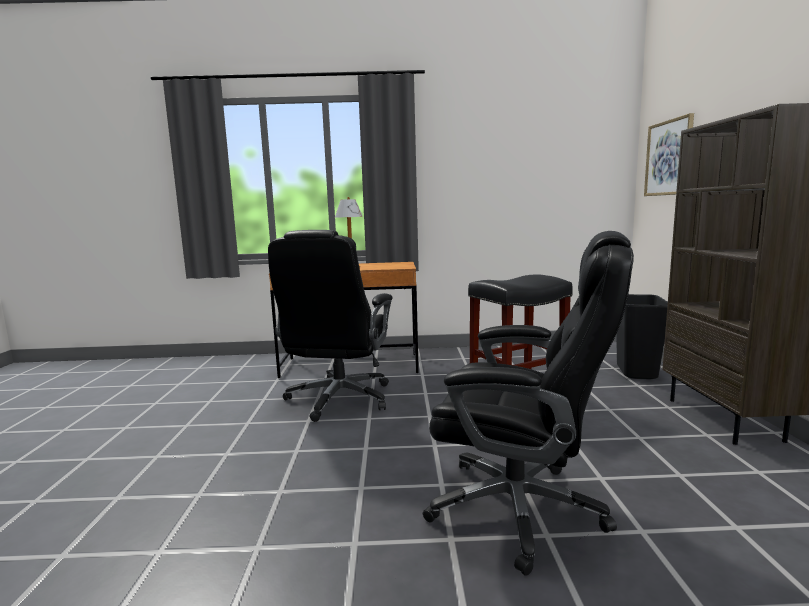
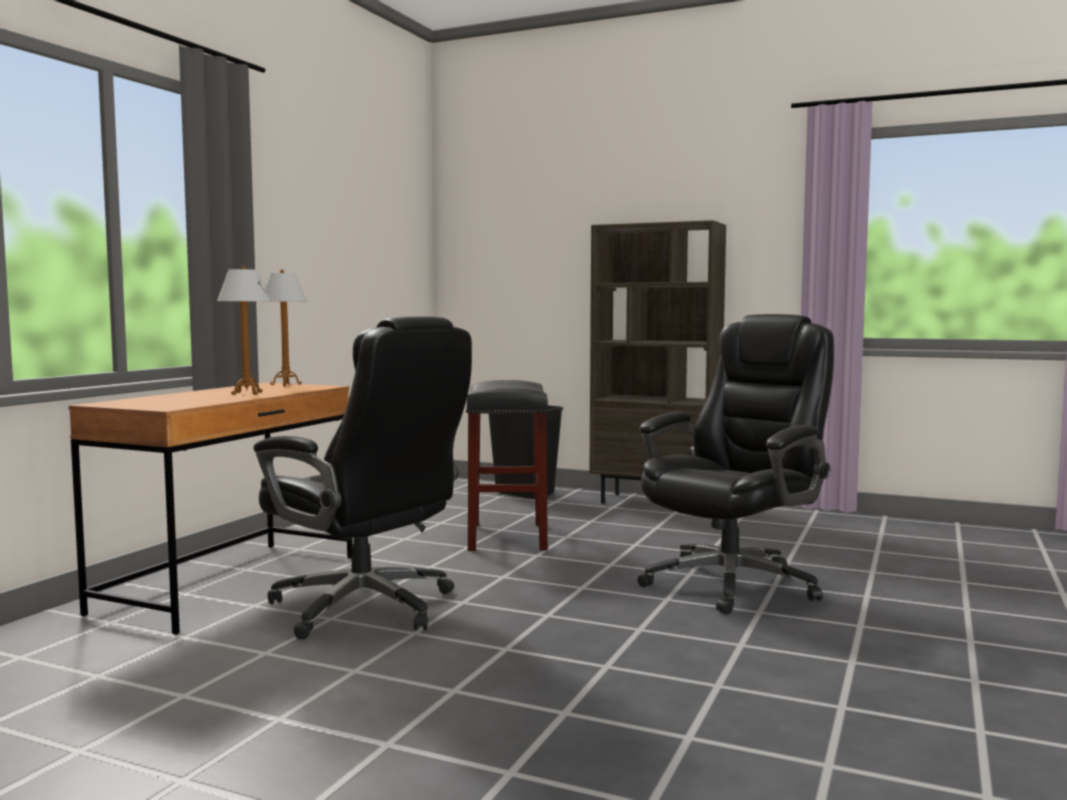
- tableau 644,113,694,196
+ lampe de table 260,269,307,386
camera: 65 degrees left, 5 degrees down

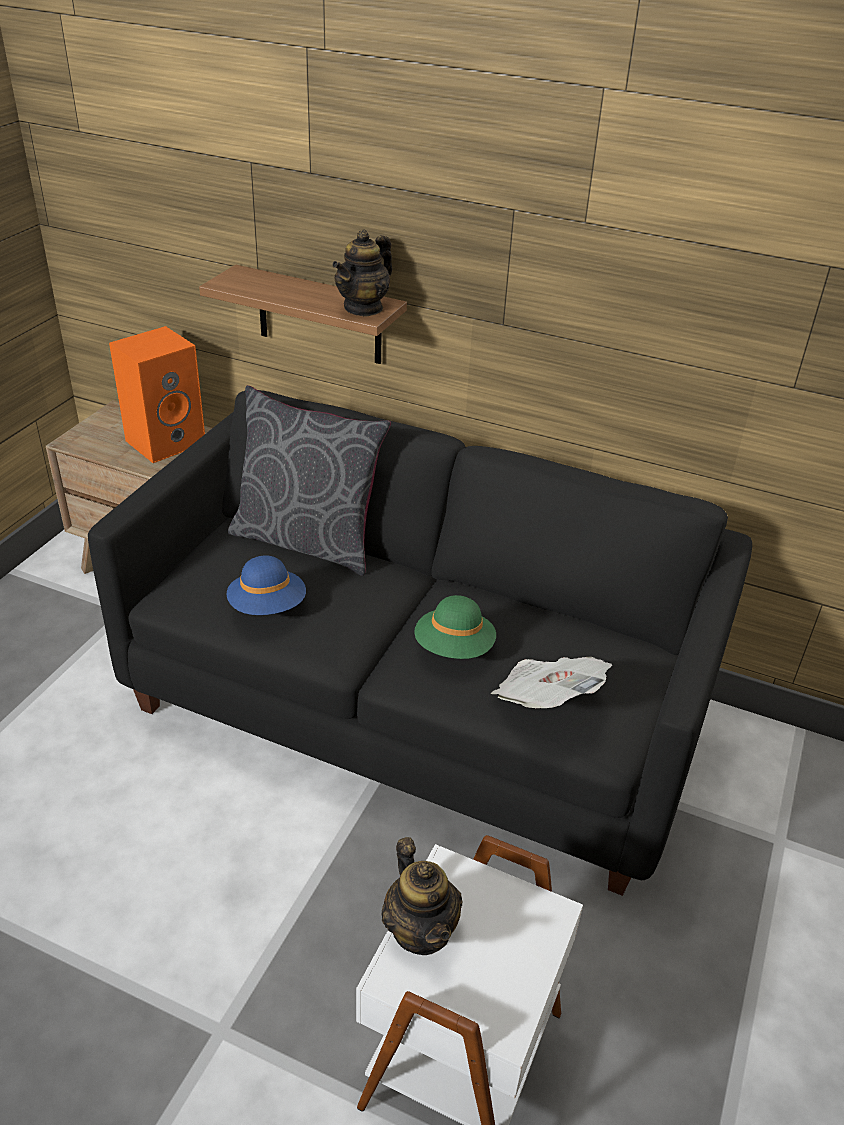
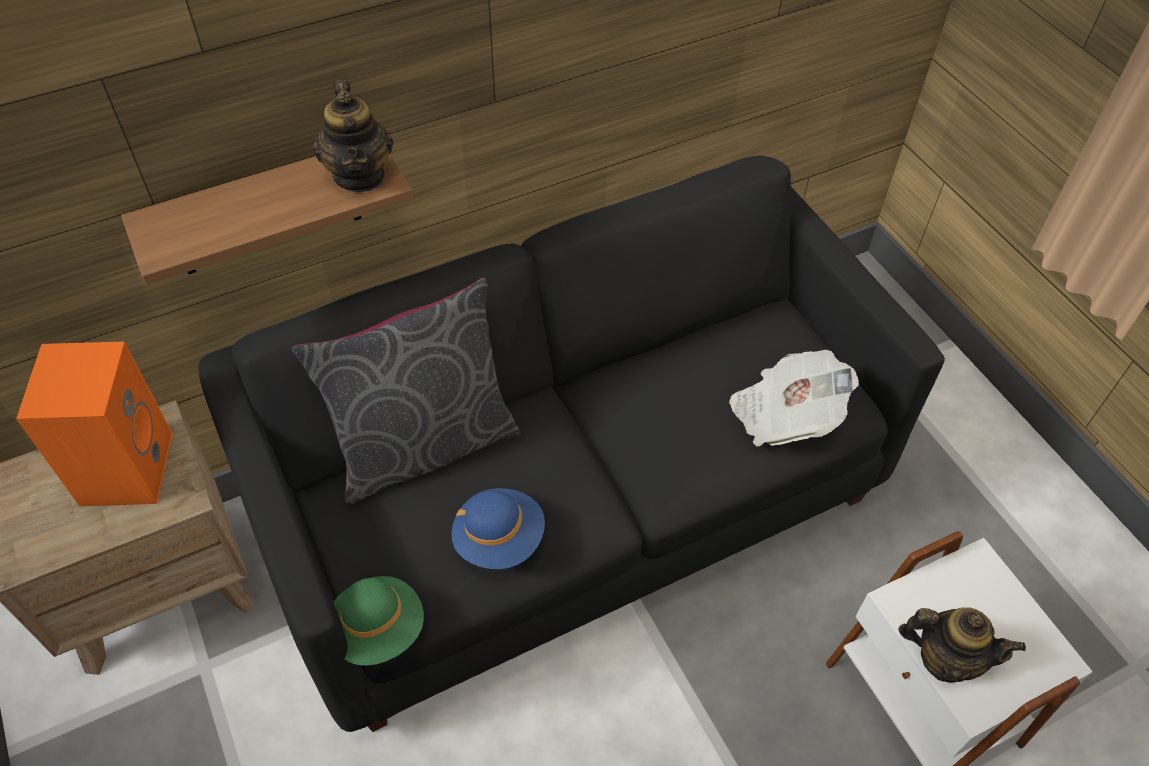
~ chapeau [vert] 414,595,496,659 to 333,576,424,666
camera: 50 degrees left, 15 degrees up

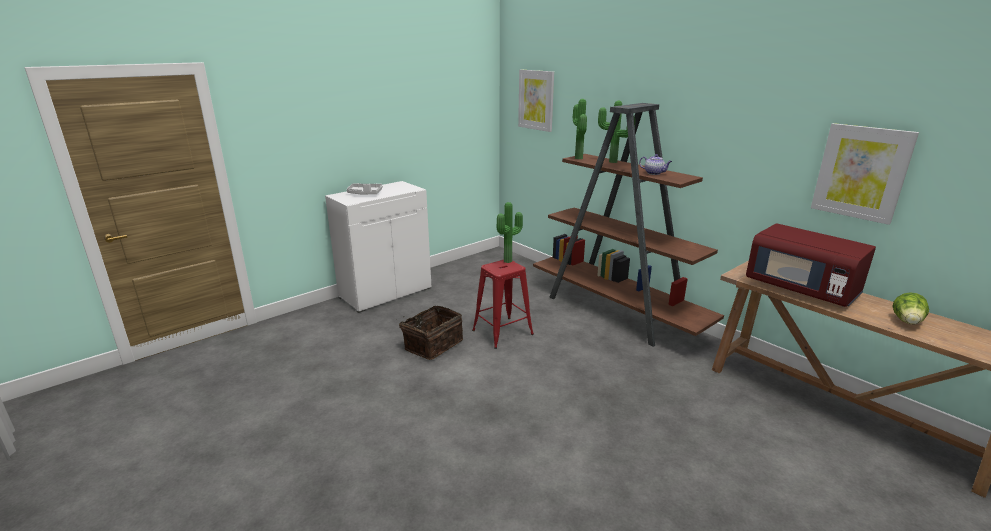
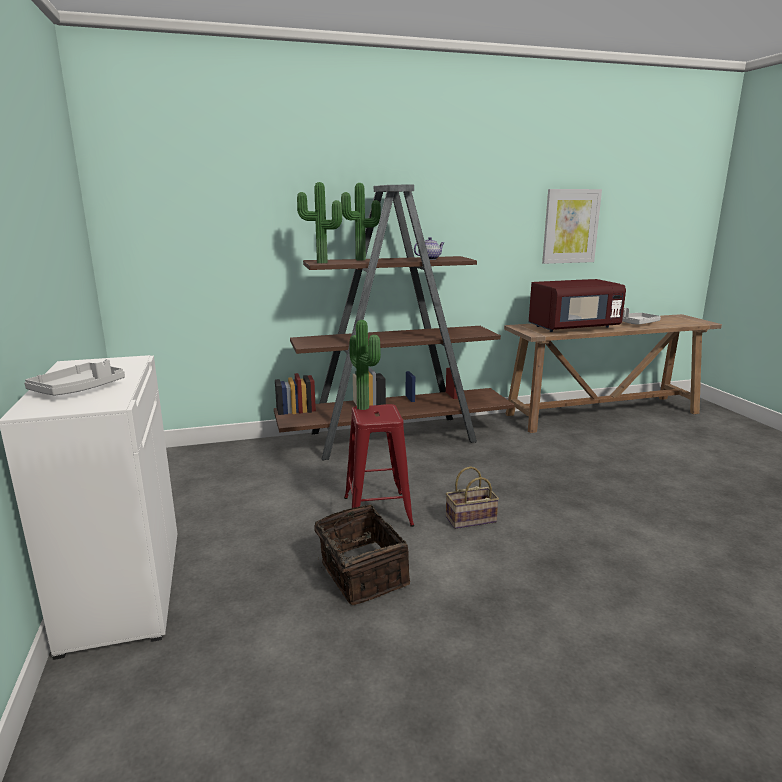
- tableau 518,69,554,132
+ panier 446,466,499,529
~ laitue 892,292,929,325 to plateau [gris] 622,308,661,325
camera: 65 degrees left, 5 degrees down

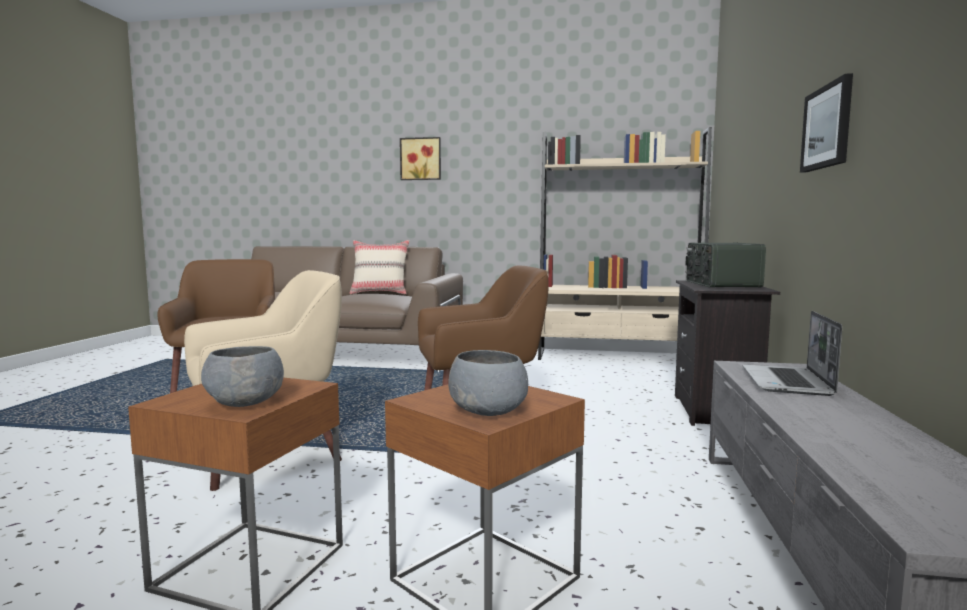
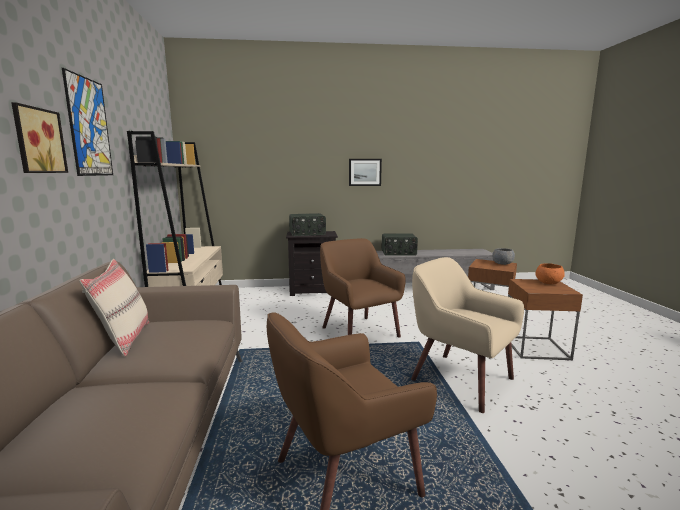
+ tableau 62,68,113,176
~ ordinateur portable 742,311,842,396 to radio 382,233,418,256
~ bol [gris] 201,346,284,407 to bol [orange] 536,263,565,284
camera: 105 degrees left, 5 degrees up

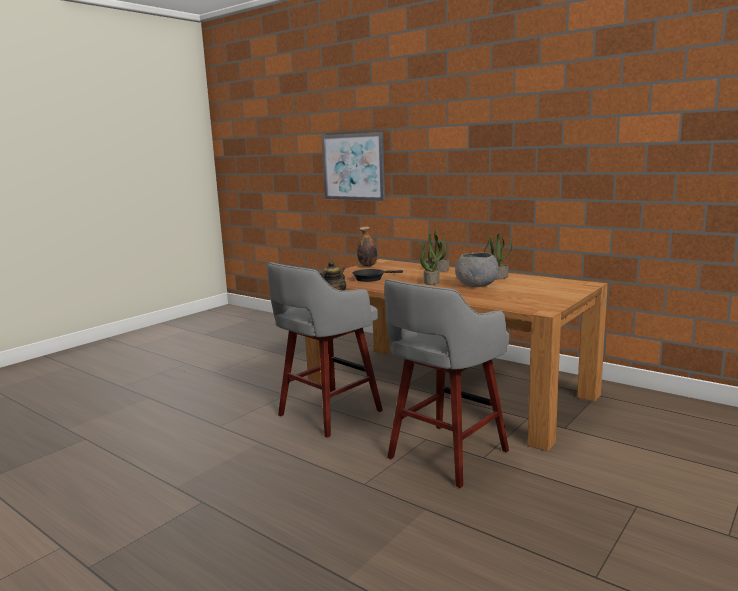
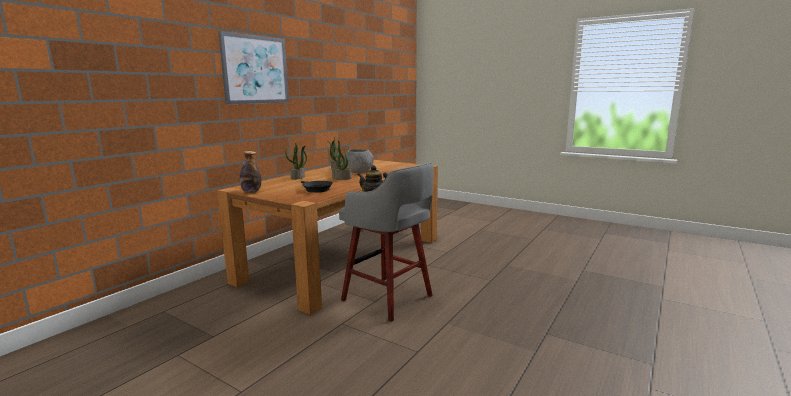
- tabouret [gris] 384,279,509,488
~ tableau 322,132,385,201 to 218,31,289,105
camera: 95 degrees left, 0 degrees up

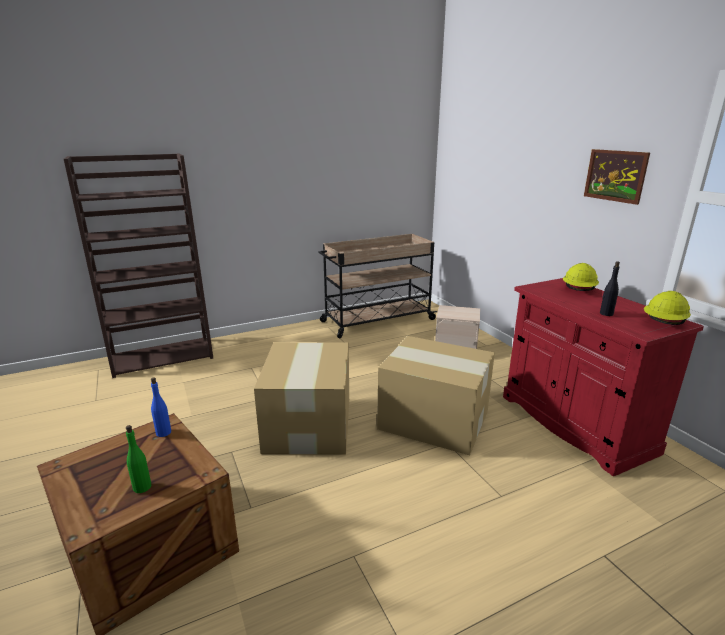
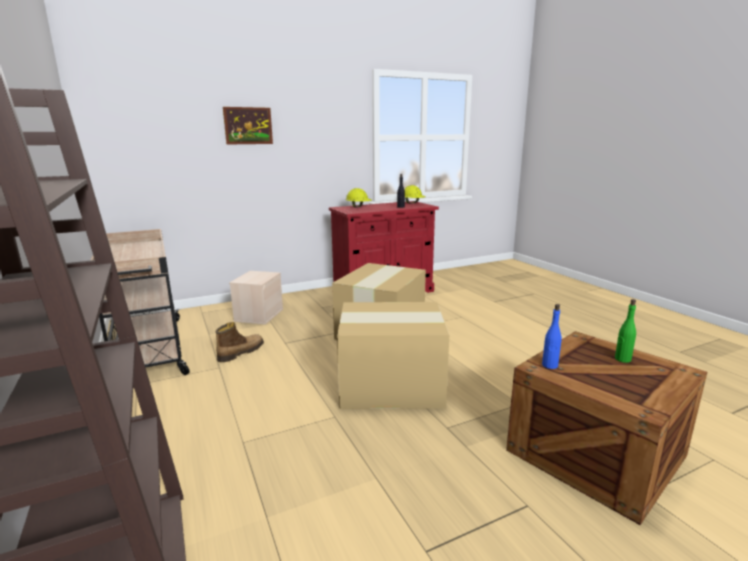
+ botte 216,322,264,362
~ tableau 584,149,650,205 to 223,107,273,145
camera: 90 degrees left, 5 degrees down

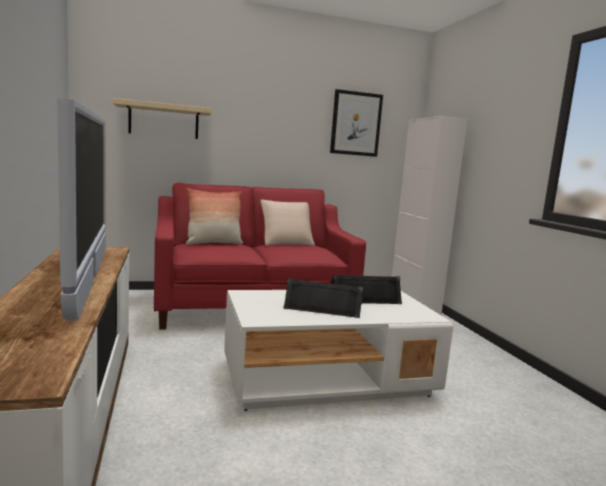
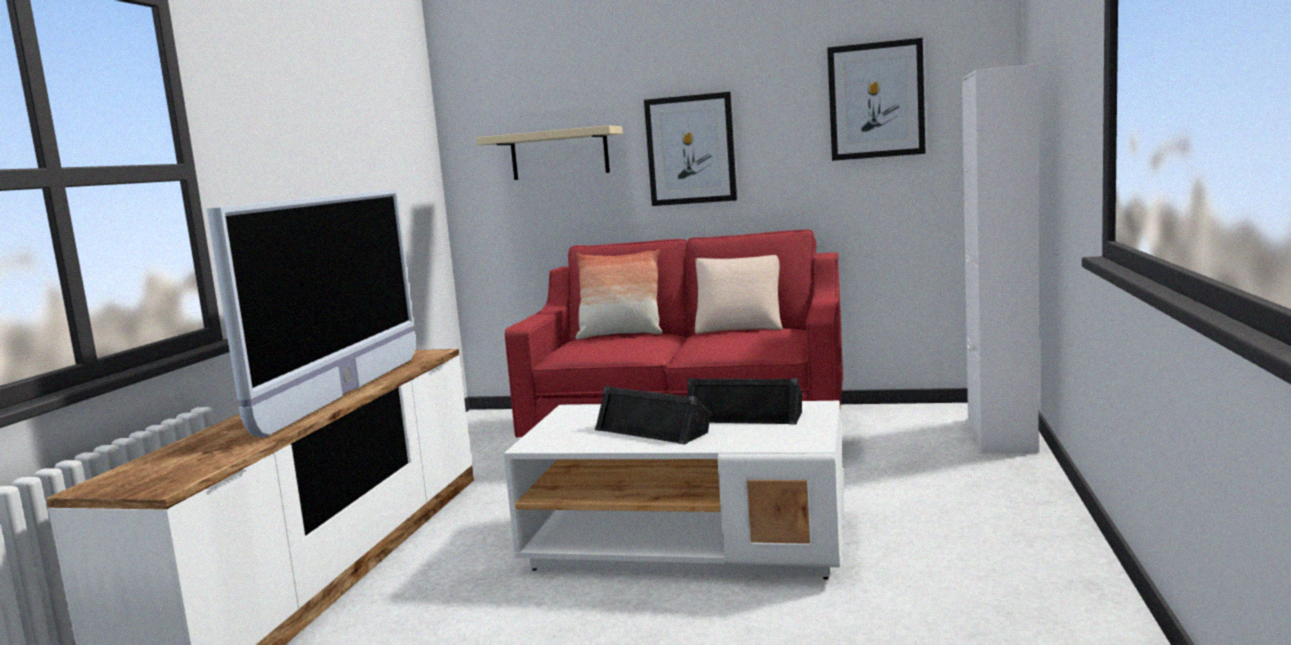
+ tableau 644,92,737,206
camera: 30 degrees right, 0 degrees up

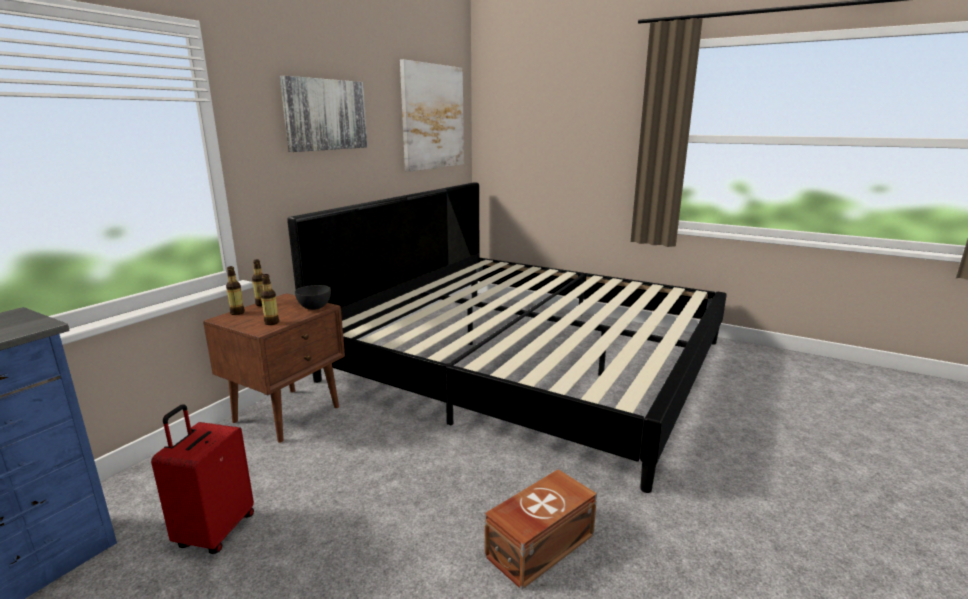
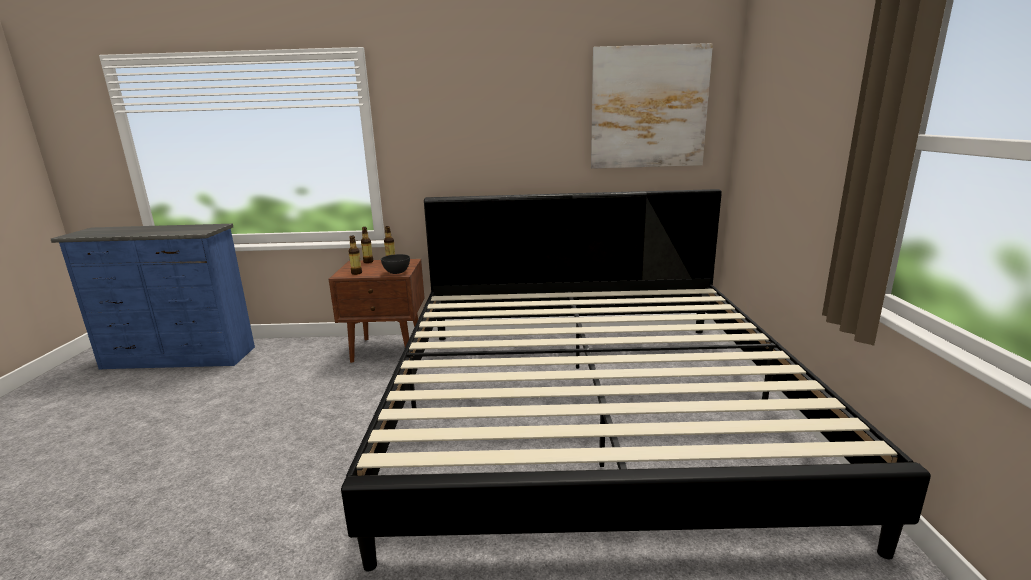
- valise [rouge] 151,404,254,554
- tableau 280,76,368,152
- boîte de rangement [marron] 485,469,597,590
camera: 60 degrees right, 0 degrees up

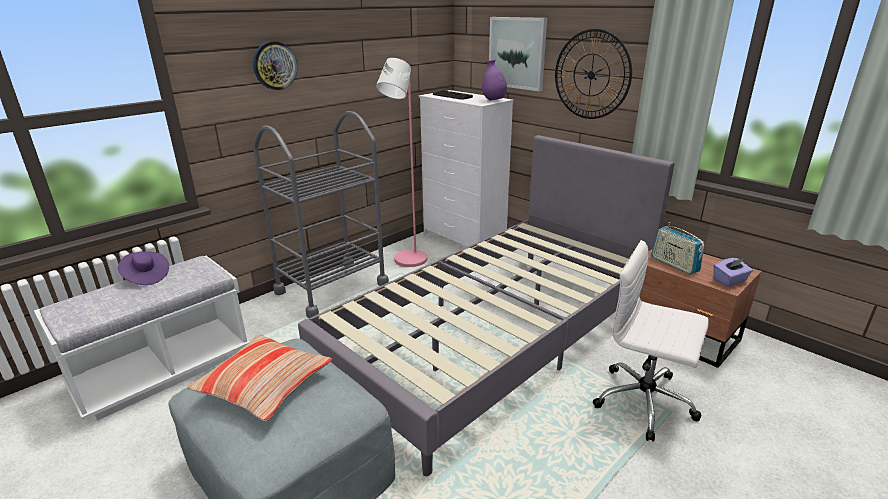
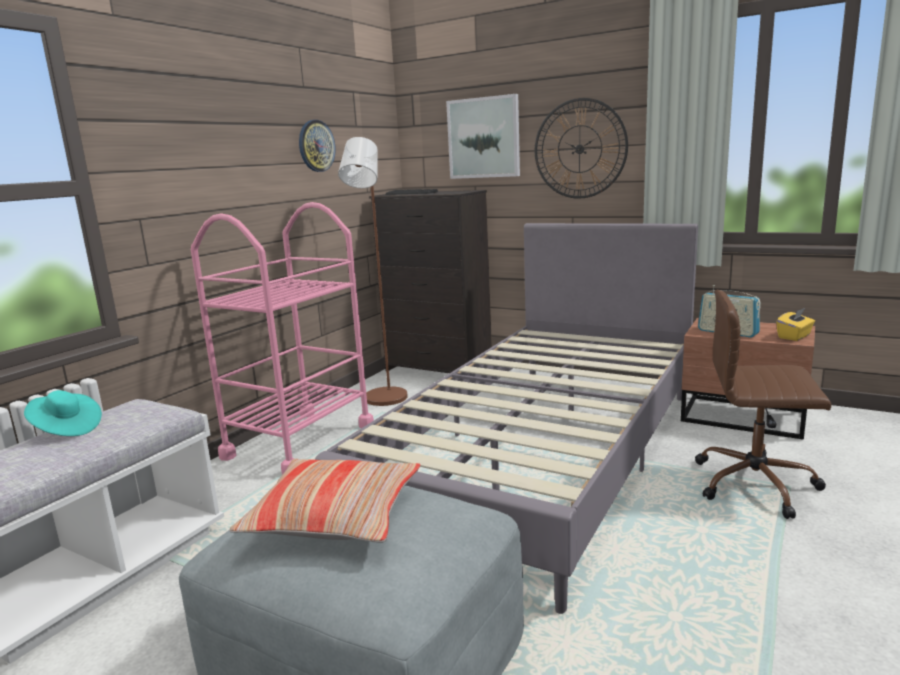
- vase [violet] 482,60,507,101
~ horloge murale 253,41,297,90 to 299,120,336,172
~ chapeau [violet] 118,251,169,285 to chapeau [turquoise] 24,390,102,436
~ chariot [gris] 253,111,389,318 to chariot [rose] 191,202,374,475
~ lampadaire [rose] 376,58,427,267 to lampadaire [marron] 338,137,408,406
~ commode [blanc] 419,90,514,246 to commode [noir] 369,190,492,373
~ chaise de bureau [blanc] 593,240,709,442 to chaise de bureau [marron] 695,290,831,519
~ boîte à mouchoirs [violet] 713,258,753,287 to boîte à mouchoirs [jaune] 776,308,815,341
camera: 15 degrees left, 10 degrees down

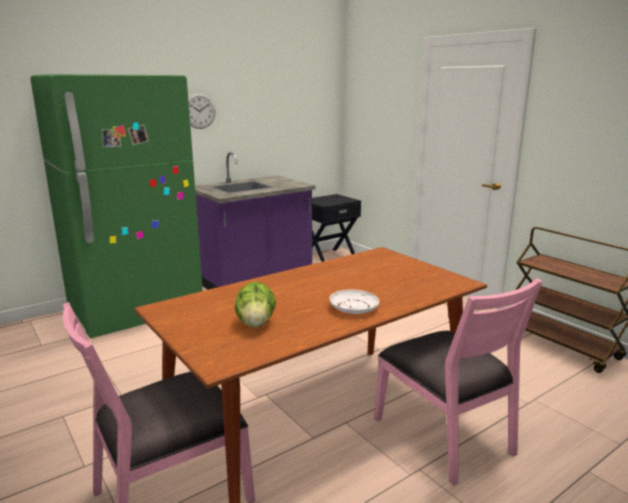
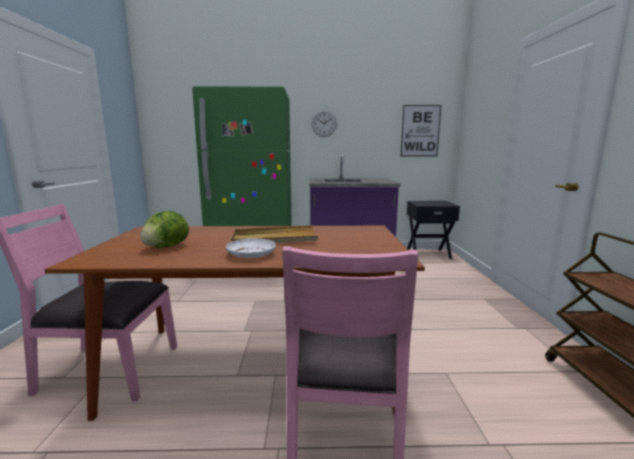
+ plateau [beige] 231,225,318,243
+ tableau 401,105,442,156
camera: 35 degrees right, 5 degrees down

